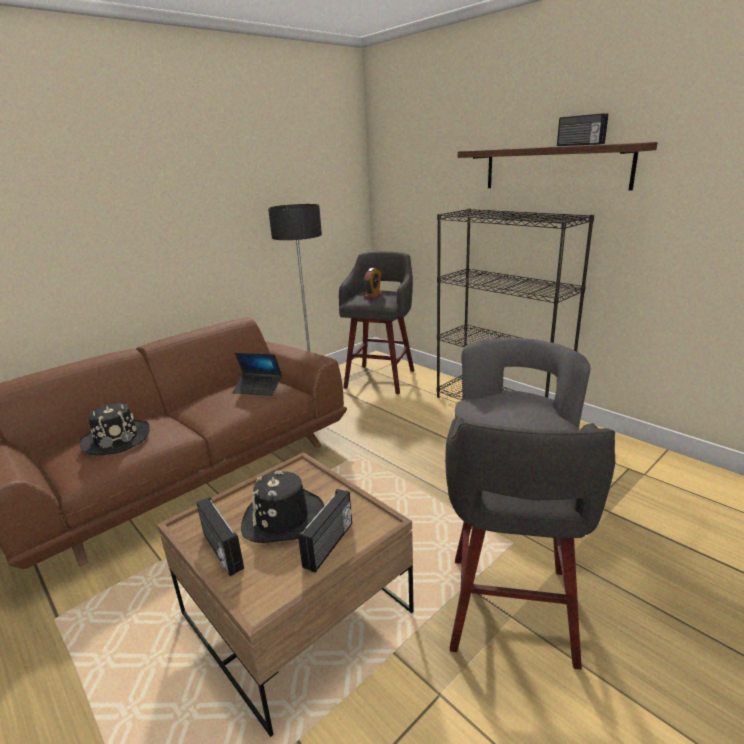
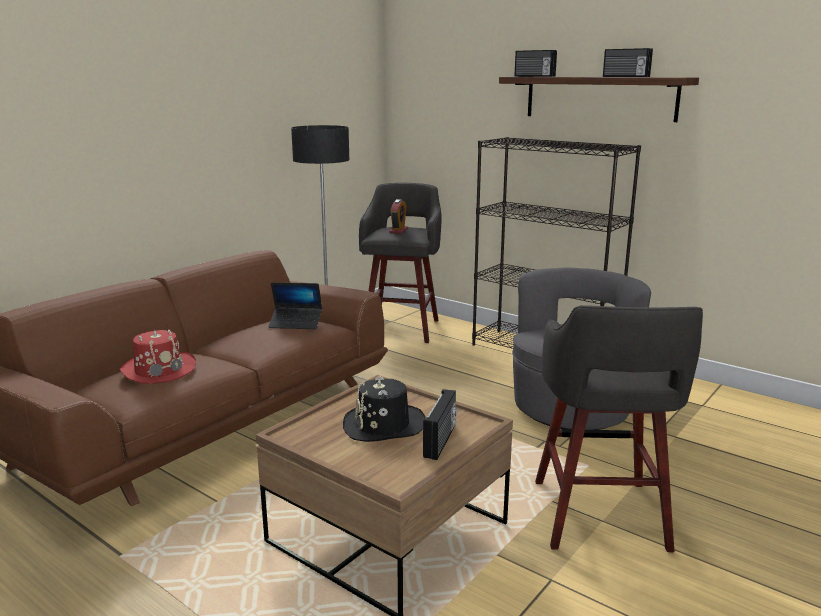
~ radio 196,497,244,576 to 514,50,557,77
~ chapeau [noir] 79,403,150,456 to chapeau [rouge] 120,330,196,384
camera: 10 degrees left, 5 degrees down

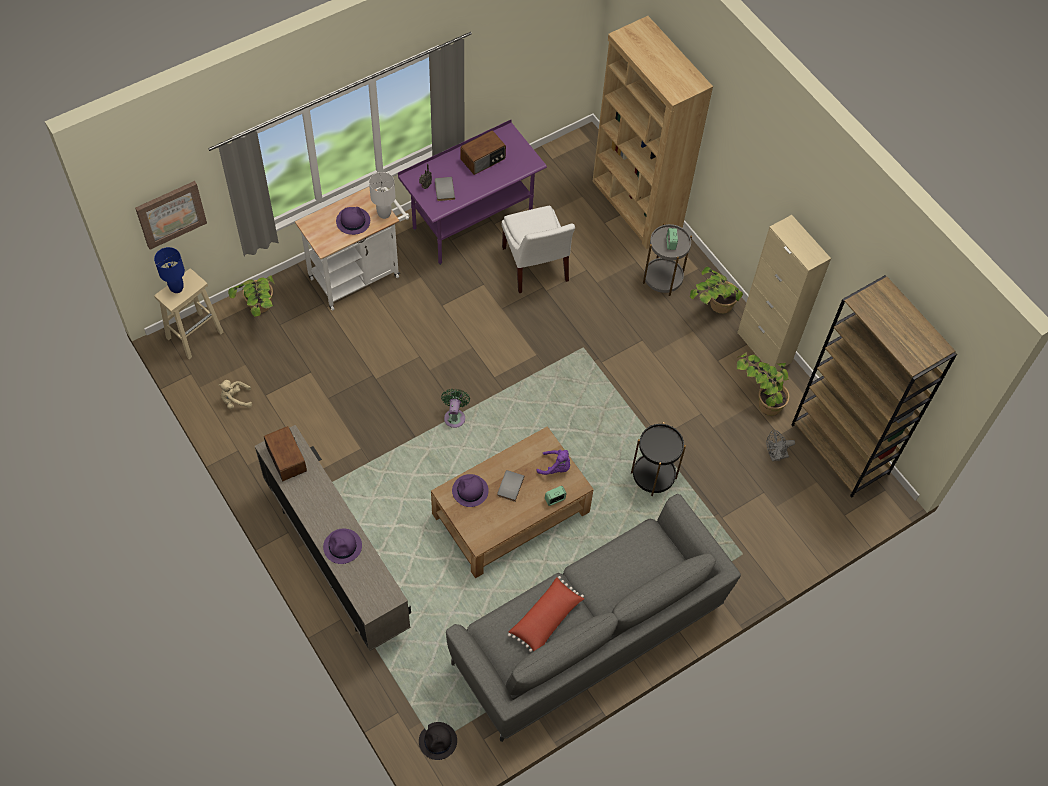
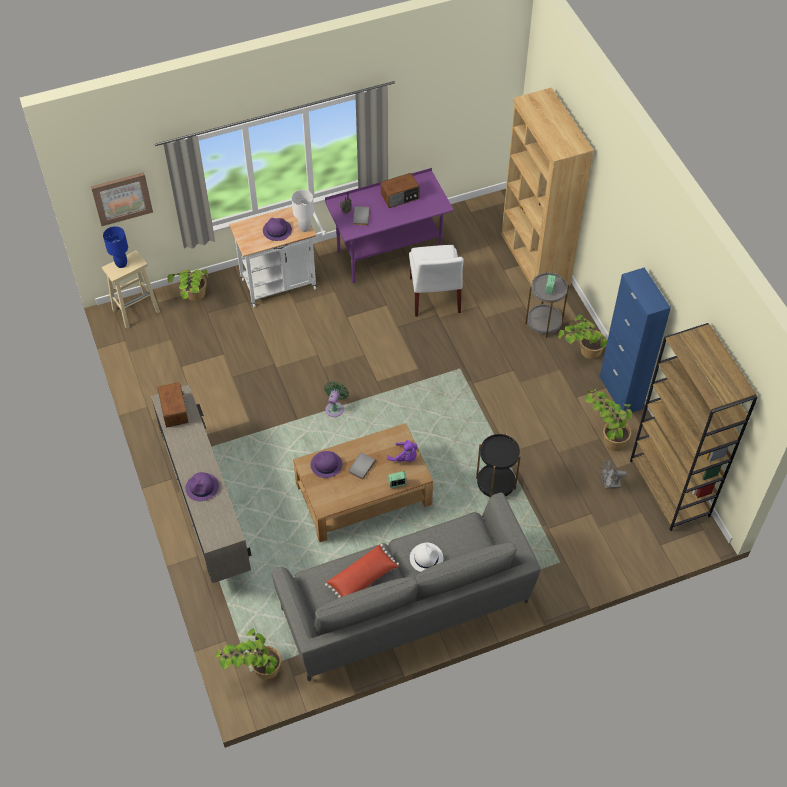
- peluche [beige] 218,380,252,409
+ chapeau [blanc] 410,543,443,572
~ chapeau [noir] 419,722,457,760 to plante en pot 215,628,281,680
~ meuble de rangement [beige] 737,215,831,371 to meuble de rangement [bleu] 600,267,671,412
camera: 15 degrees right, 5 degrees down

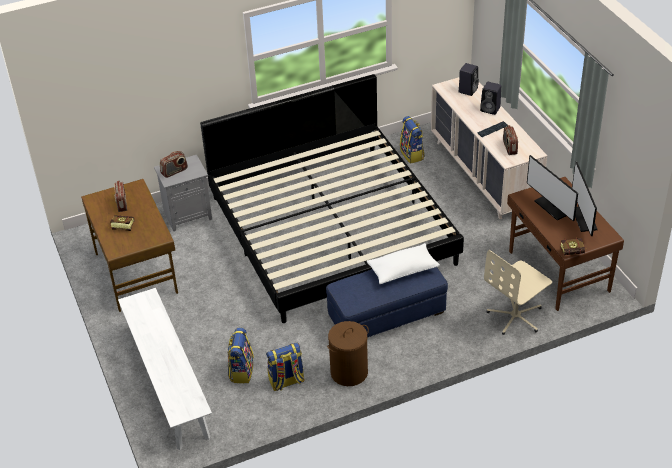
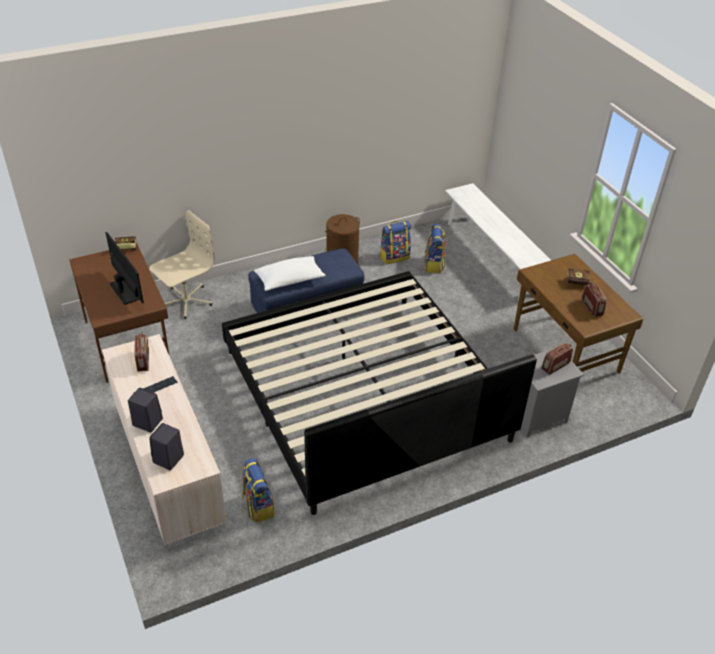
- écran d'ordinateur 572,161,598,236
camera: 175 degrees right, 0 degrees up

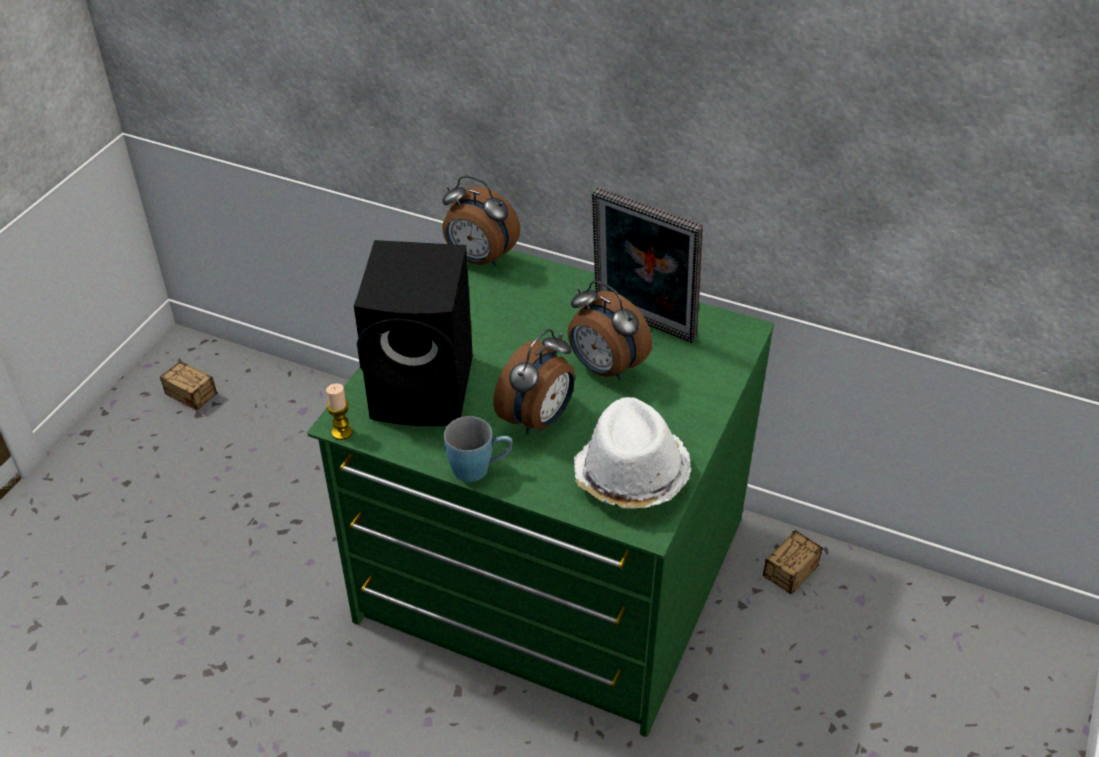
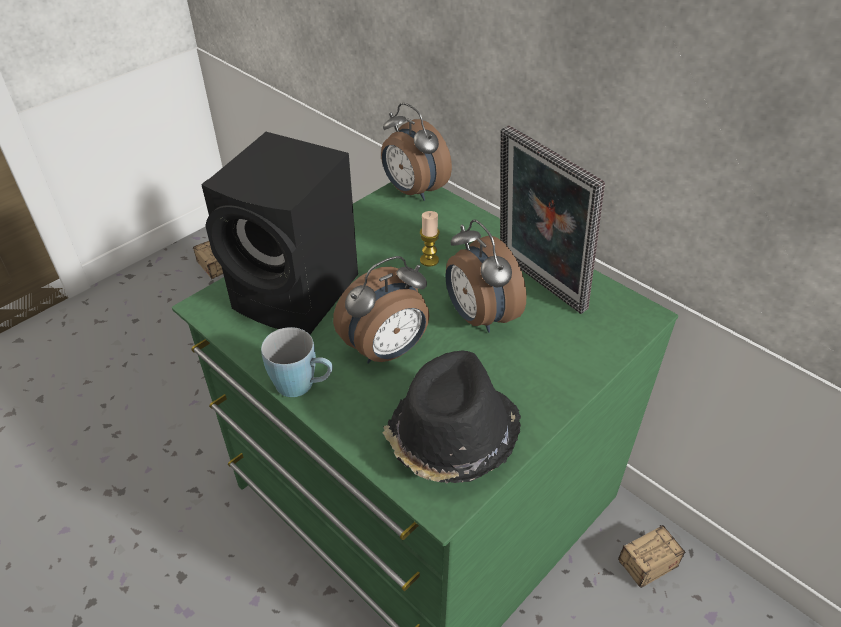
~ bougie 326,383,353,440 to 420,211,440,267
~ chapeau [blanc] 574,397,691,509 to chapeau [noir] 383,350,521,484
camera: 20 degrees right, 0 degrees up

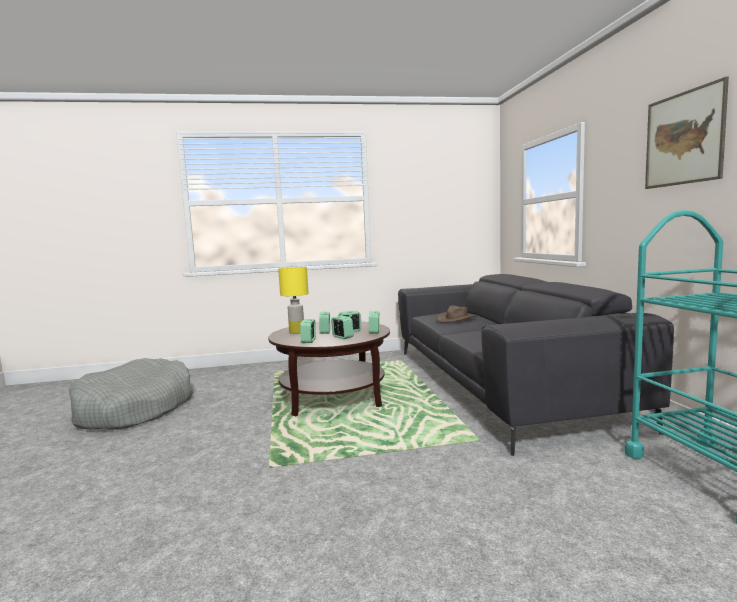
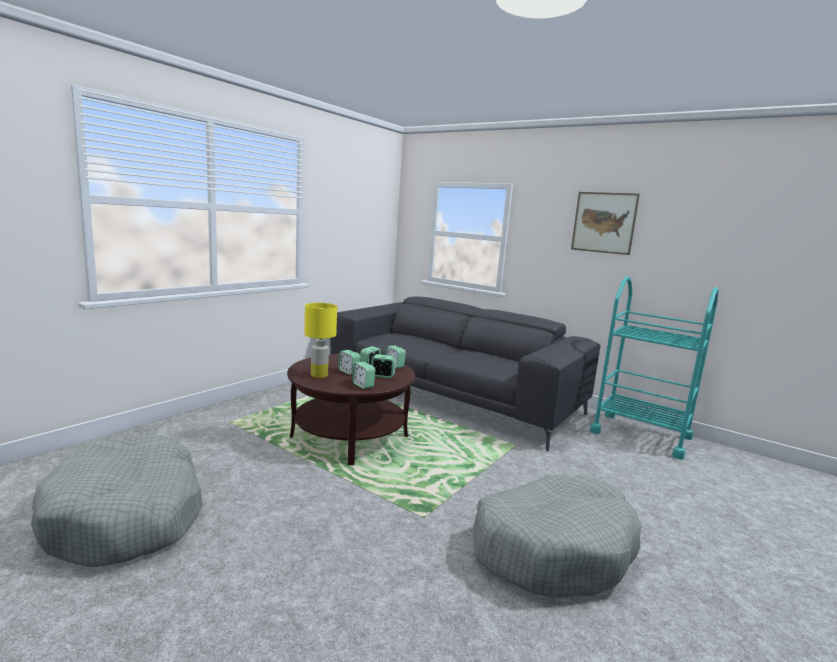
- chapeau [marron] 436,306,477,323
+ panier pour chien [gris] 473,474,641,598
camera: 45 degrees left, 5 degrees up

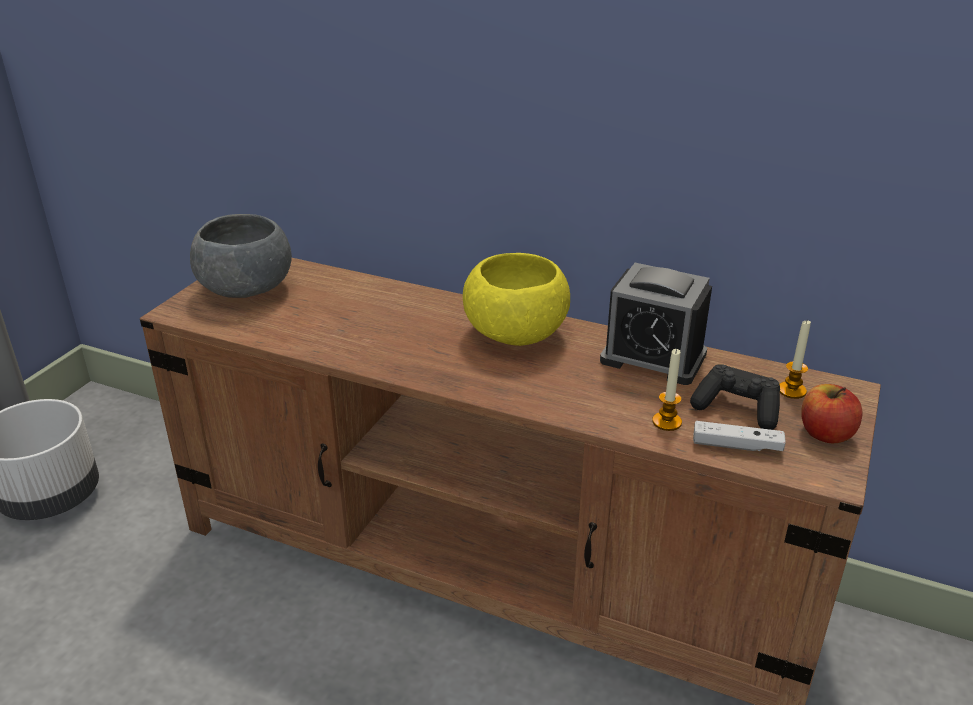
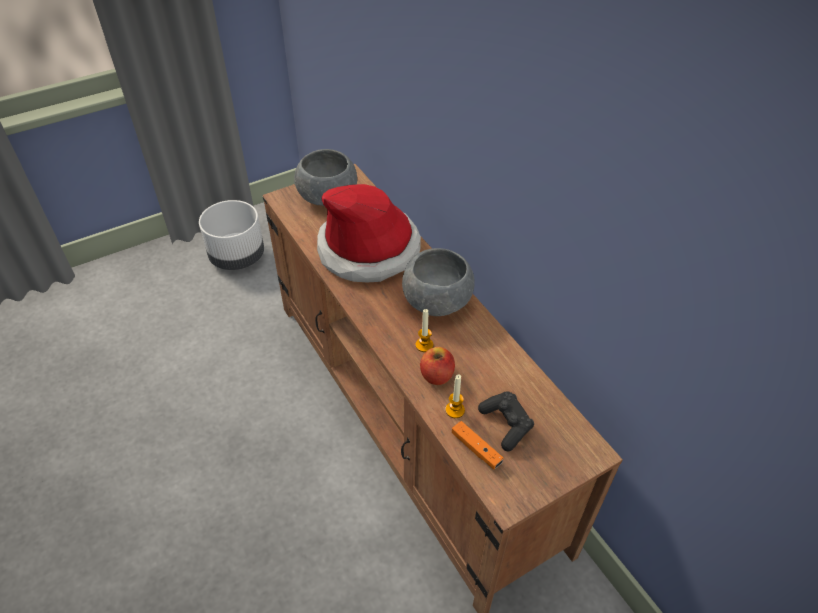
- réveil 600,263,712,385
+ chapeau 317,184,421,282
~ bougie 779,320,811,399 to 416,309,433,352
~ pomme 801,384,862,443 to 420,347,455,385
~ bol [jaune] 463,253,570,346 to bol [gris] 402,248,475,316
~ manette [blanc] 693,421,786,451 to manette [orange] 452,421,503,469
camera: 35 degrees right, 15 degrees up

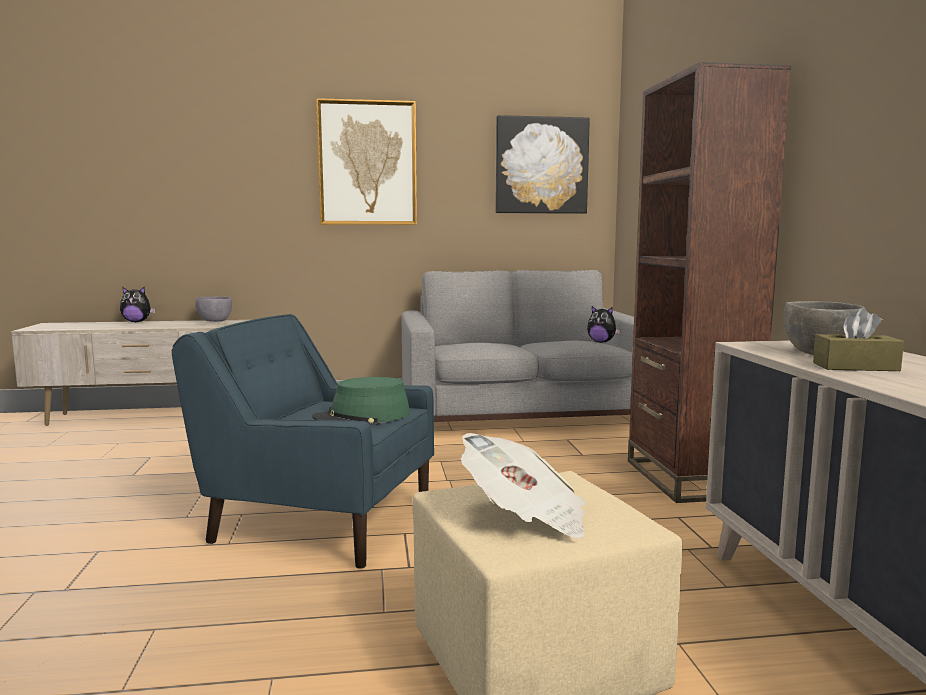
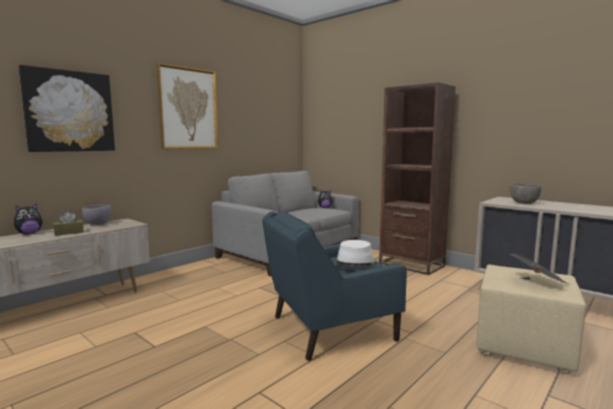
~ tableau 495,115,590,214 to 19,65,115,152
~ boîte à mouchoirs [marron] 813,309,904,371 to 53,212,84,236
~ chapeau [vert] 312,377,410,425 to chapeau [blanc] 335,240,374,270
camera: 40 degrees left, 0 degrees up

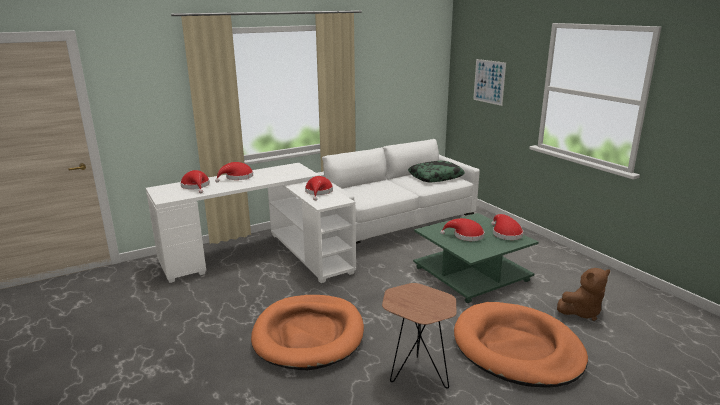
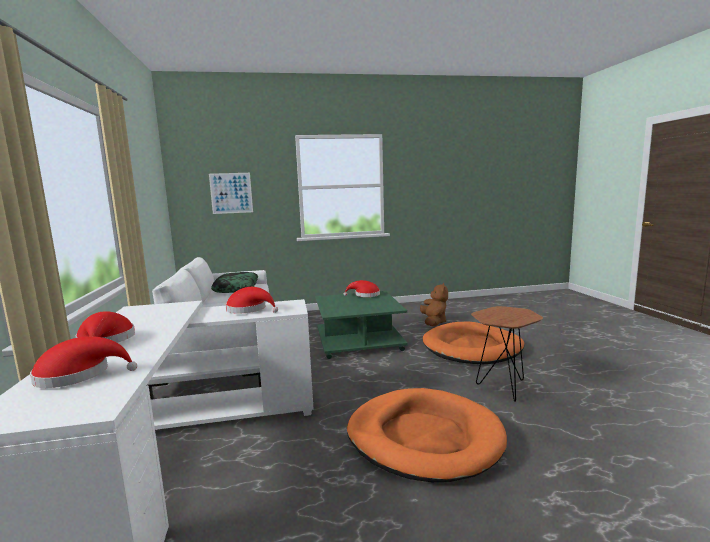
- chapeau [rouge] 440,218,484,241
camera: 70 degrees left, 10 degrees down

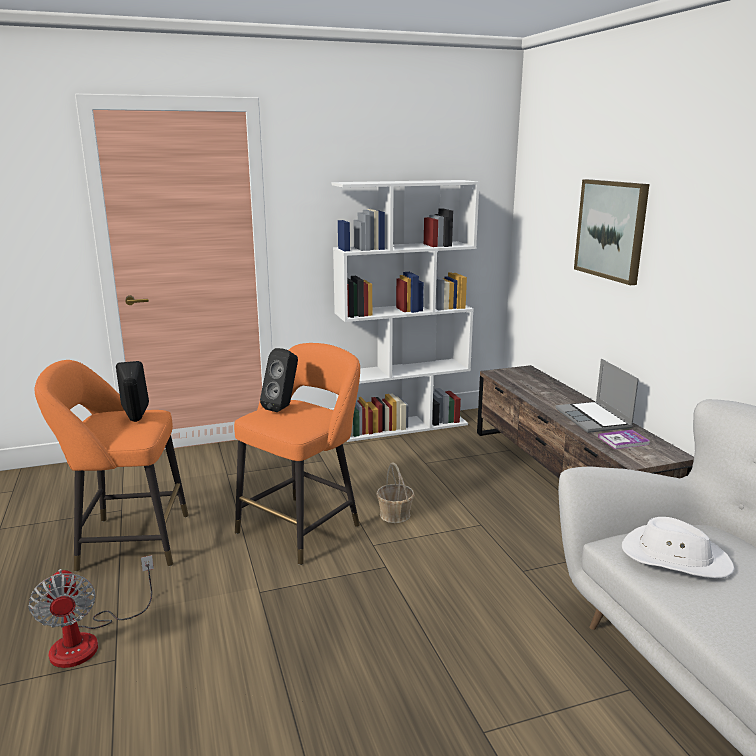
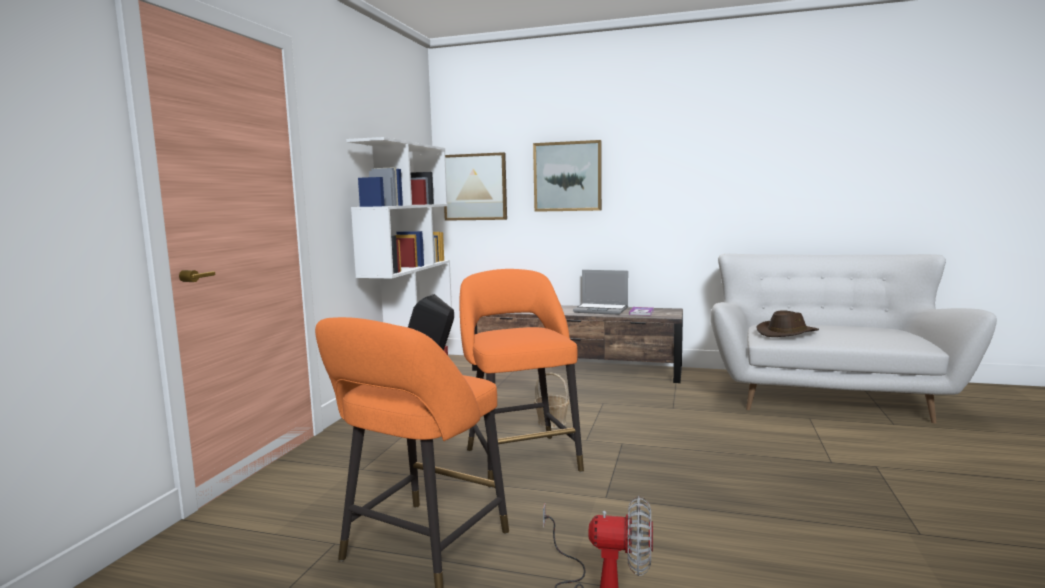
- enceinte [noir] 260,348,298,412
+ tableau 444,152,507,221
~ chapeau [blanc] 622,517,735,578 to chapeau [marron] 756,310,819,337
camera: 55 degrees left, 10 degrees down

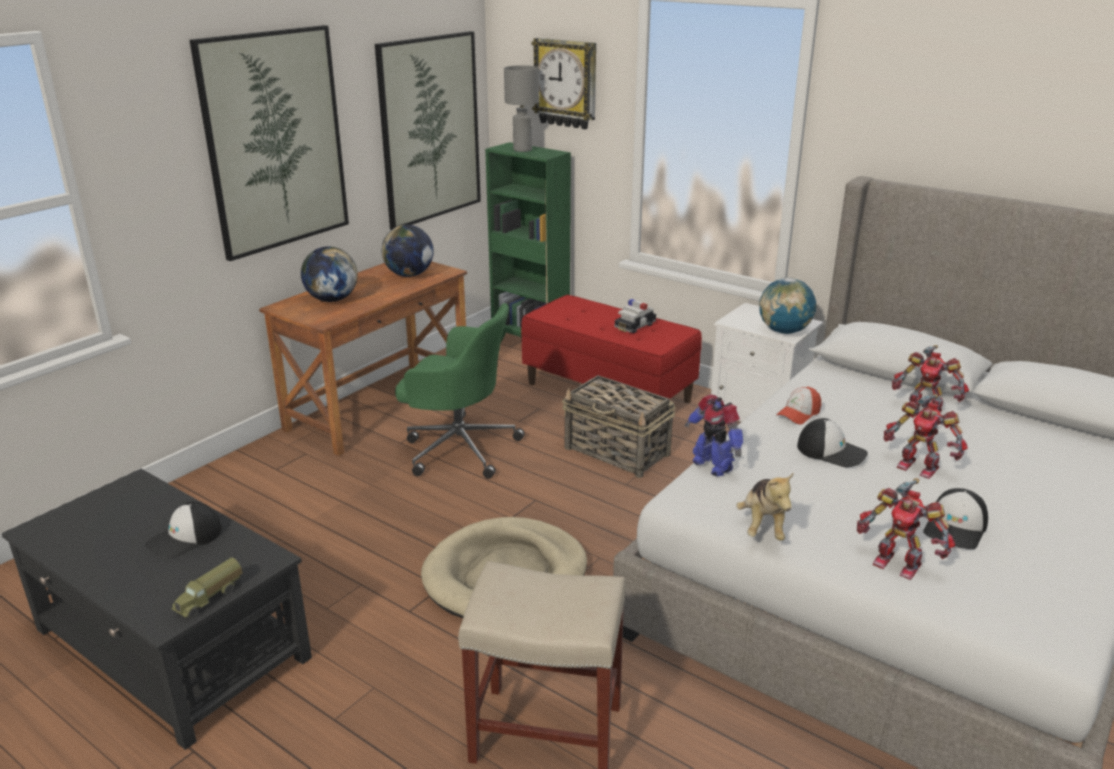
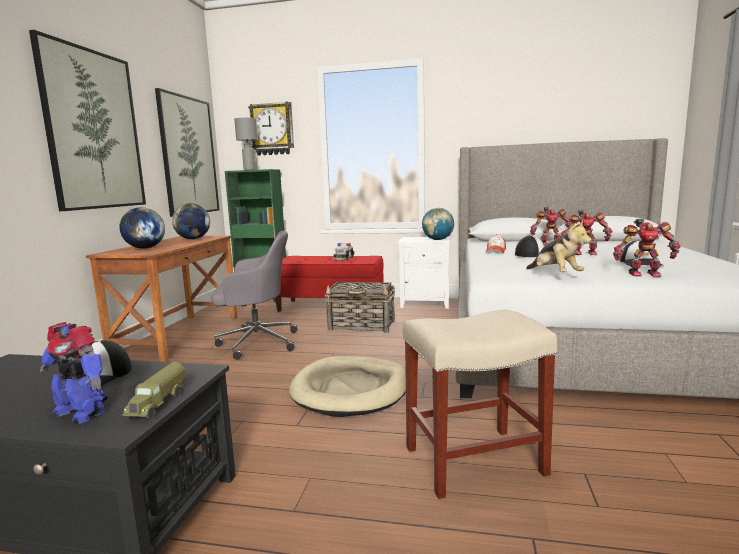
~ robot jouet 685,394,744,477 to 40,322,108,424
~ chaise de bureau [vert] 395,303,525,479 to chaise de bureau [gris] 211,231,297,360
camera: 25 degrees left, 15 degrees down

